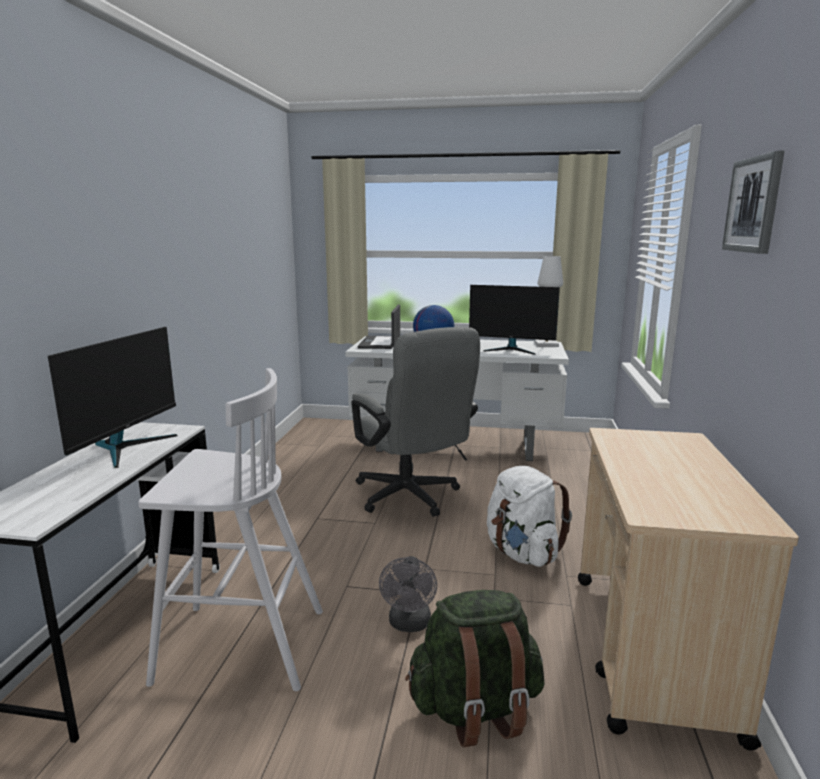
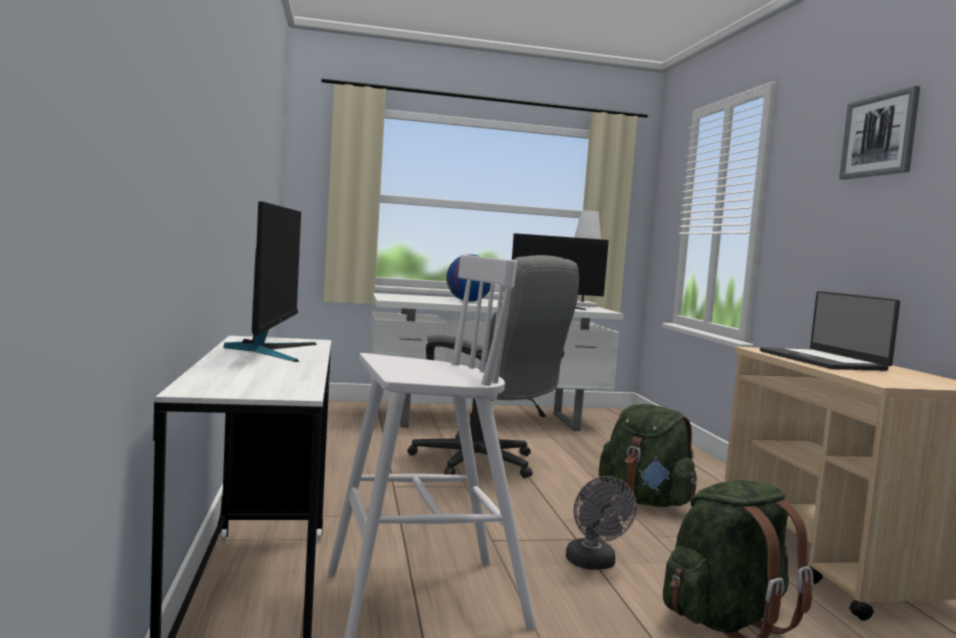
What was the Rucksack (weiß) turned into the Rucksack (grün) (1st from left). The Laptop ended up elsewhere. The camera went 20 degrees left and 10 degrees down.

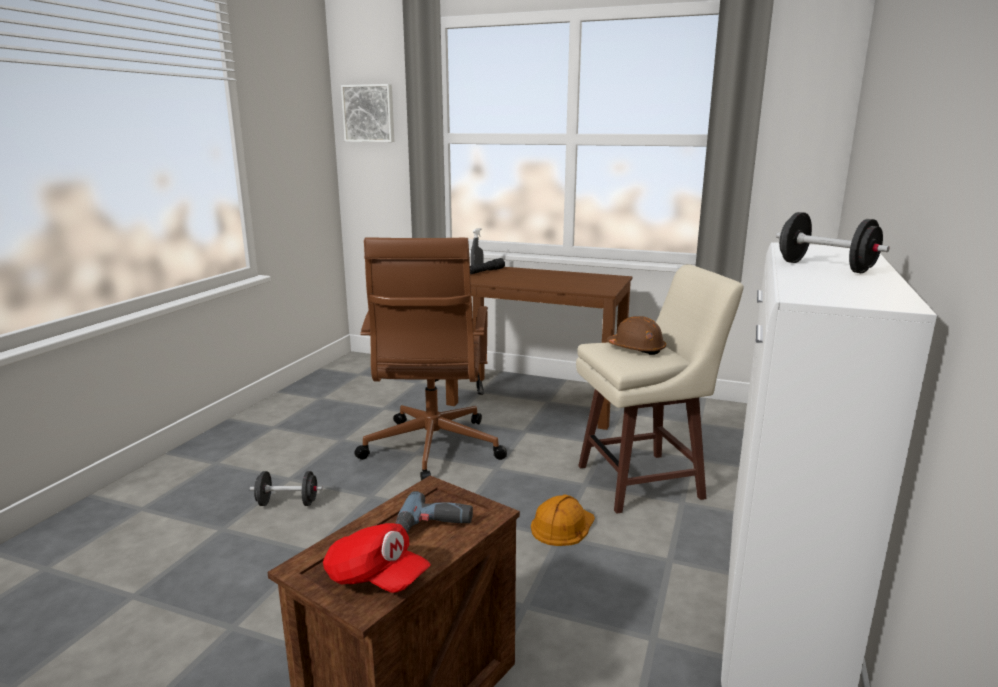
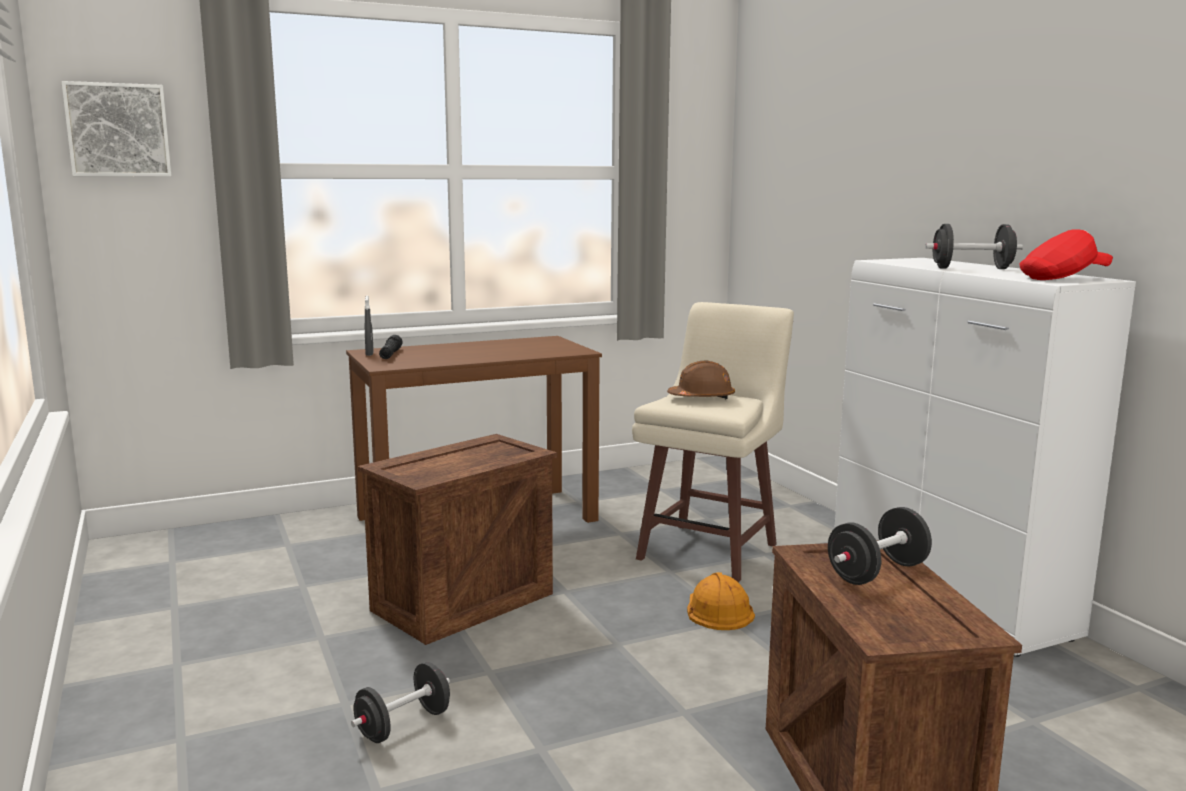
Where the Bürostuhl (braun) stood, the Kiste (1st from left) came to stand. Where the Bohrmaschine stood, the Hantel (schwarz) (2nd from left) came to stand. The Kappe (rot) ended up elsewhere. The camera went 45 degrees left and 5 degrees down.

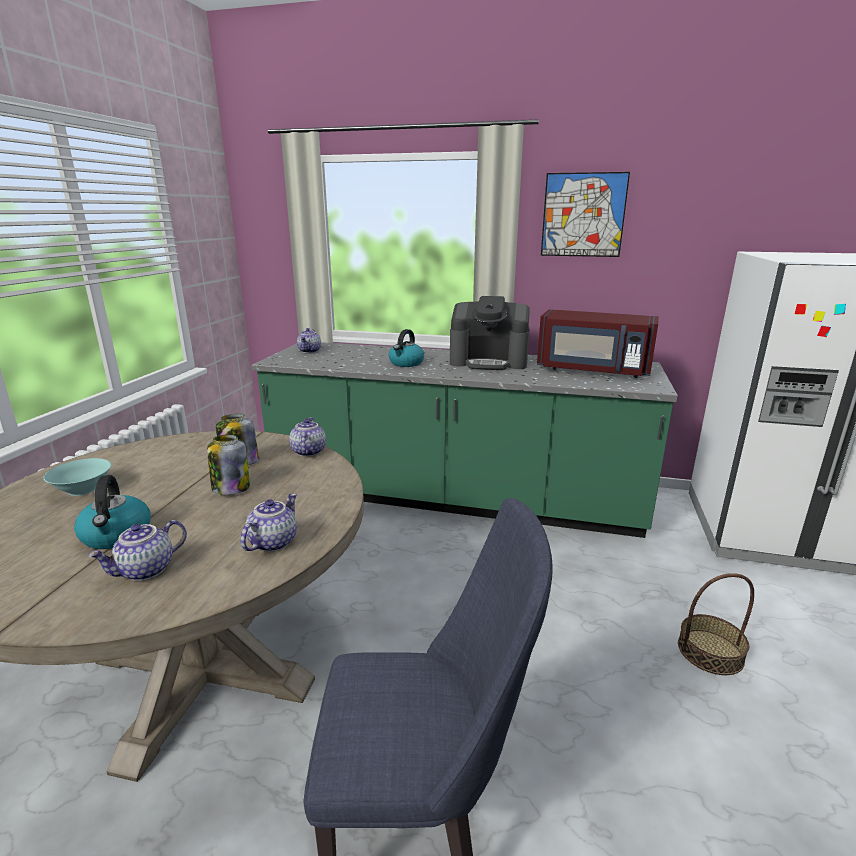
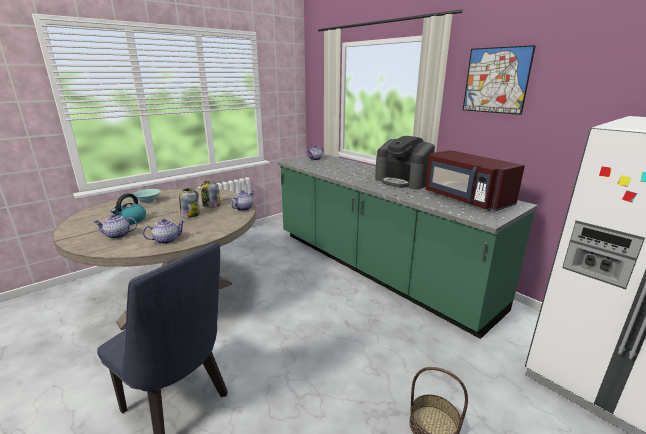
The second view lost the Wasserkessel (2nd from left). The camera went 35 degrees right and 0 degrees up.

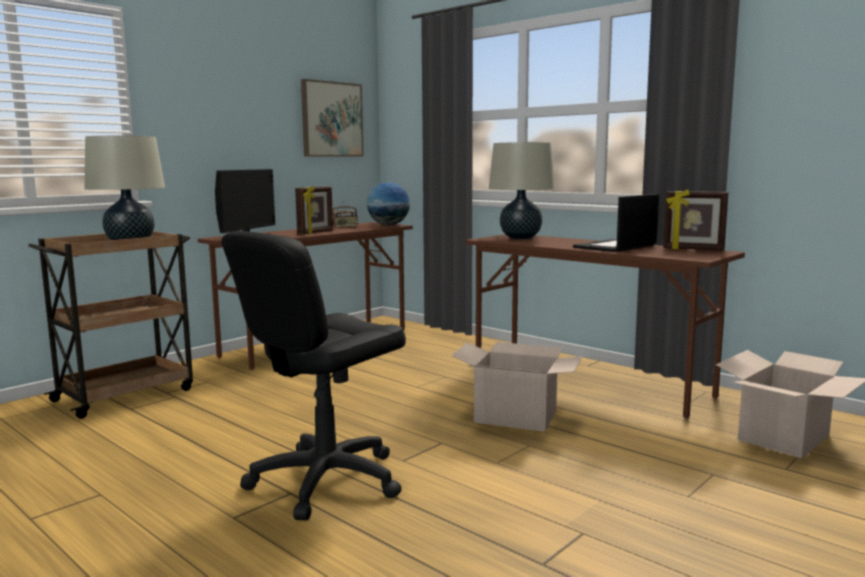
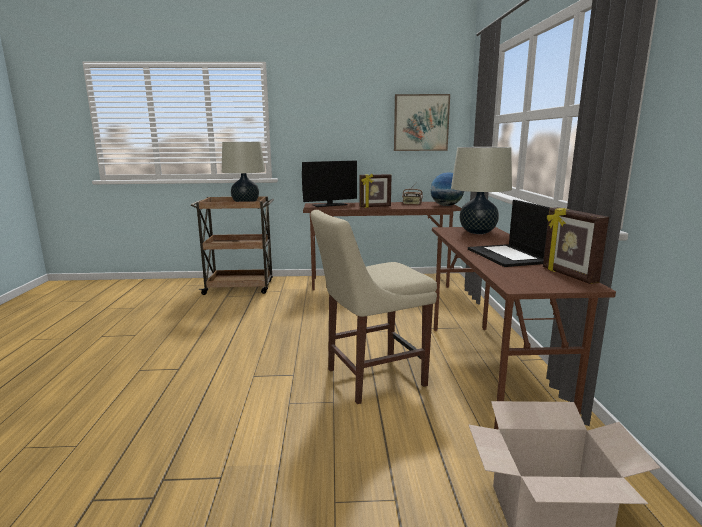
Where the Karton (1st from left) stood, the Stuhl (beige) came to stand. The Laptop ended up facing another way, 105 degrees counterclockwise from before. The second view lost the Bürostuhl (schwarz). The camera went 45 degrees right and 5 degrees up.

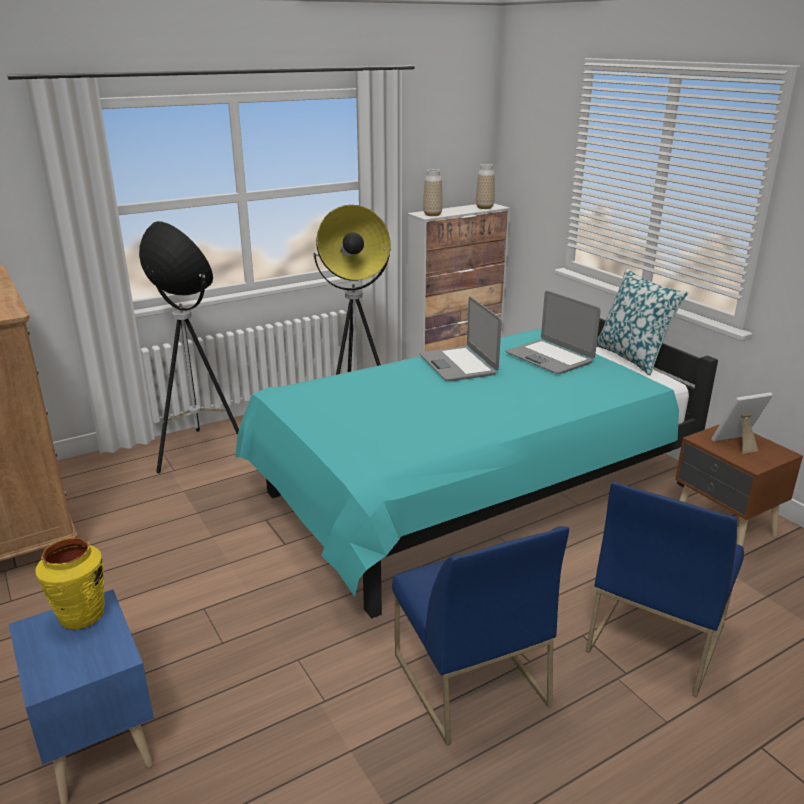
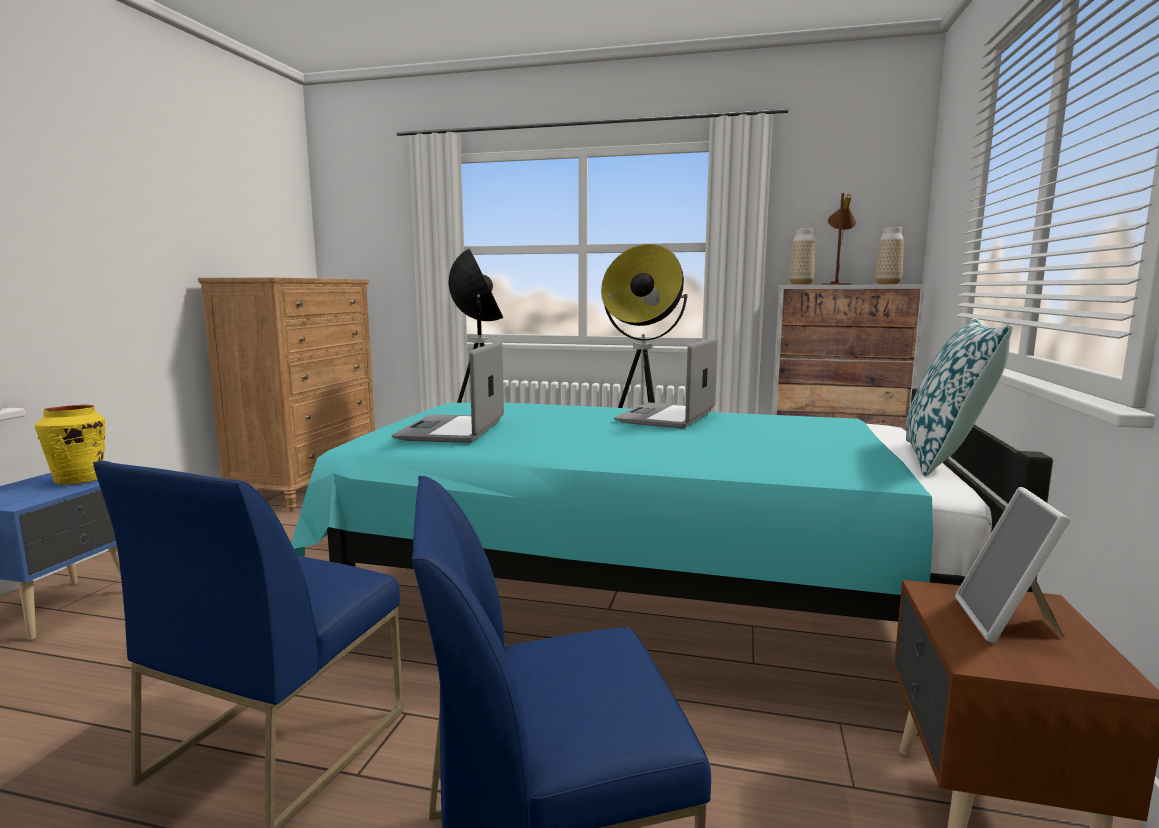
The Laptop (2nd from left in the first image) ended up elsewhere. The second view gained the Tischlampe (braun). The Bilderrahmen ended up facing another way, 105 degrees counterclockwise from before. The camera went 45 degrees right and 15 degrees down.

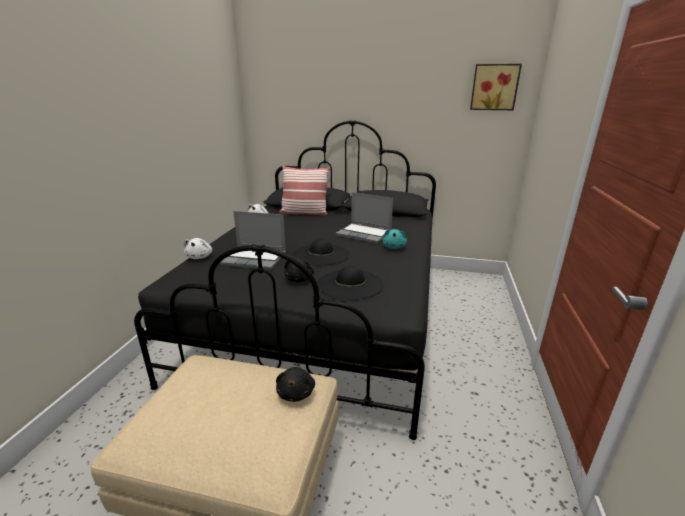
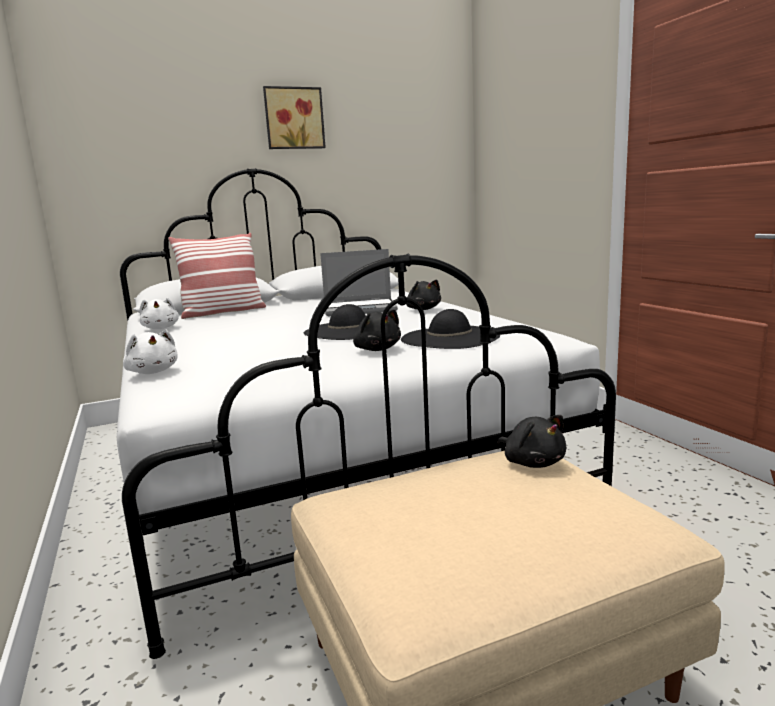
What was the Bett (schwarz) turned into the Bett (weiß). The Bild ended up elsewhere. What was the Plüschtier (türkis) turned into the Plüschtier (schwarz) (2nd from left). The second view lost the Laptop (1st from left). The camera went 35 degrees left and 10 degrees down.

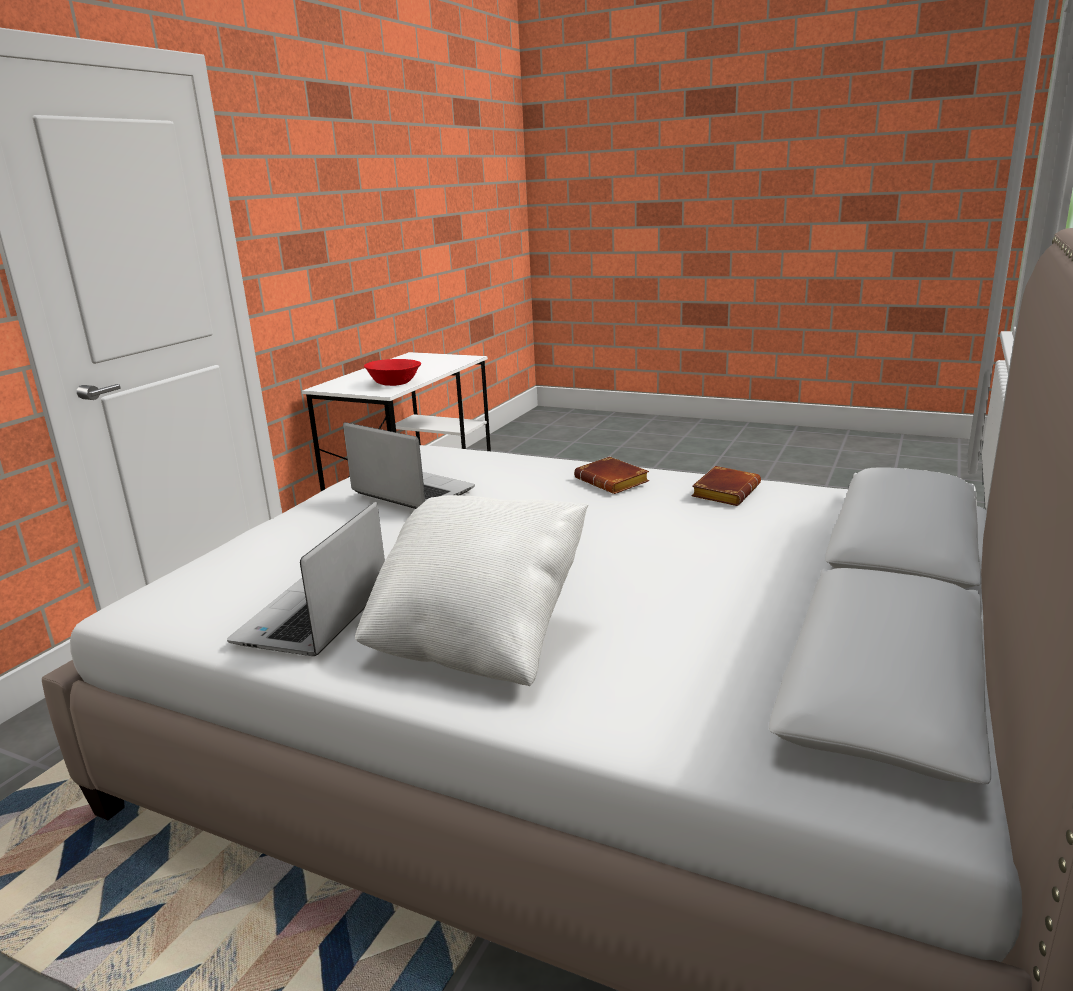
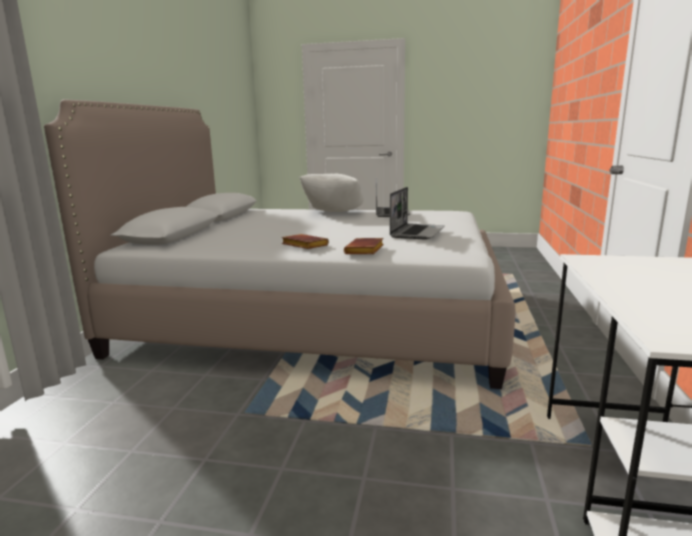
The Buch (braun) (2nd from left) ended up elsewhere. The Laptop (2nd from left) ended up facing another way, 90 degrees counterclockwise from before. The second view lost the Schüssel (rot). The camera went 165 degrees right and 5 degrees down.

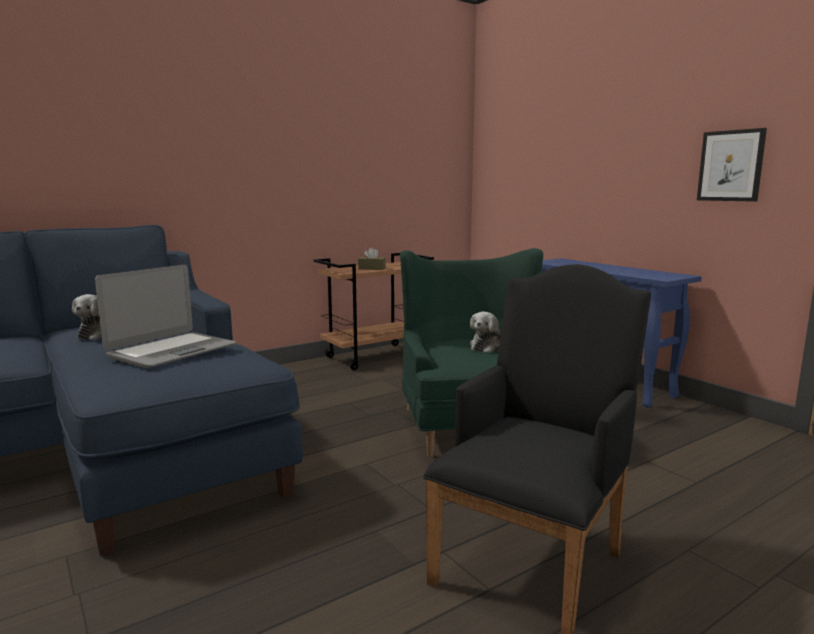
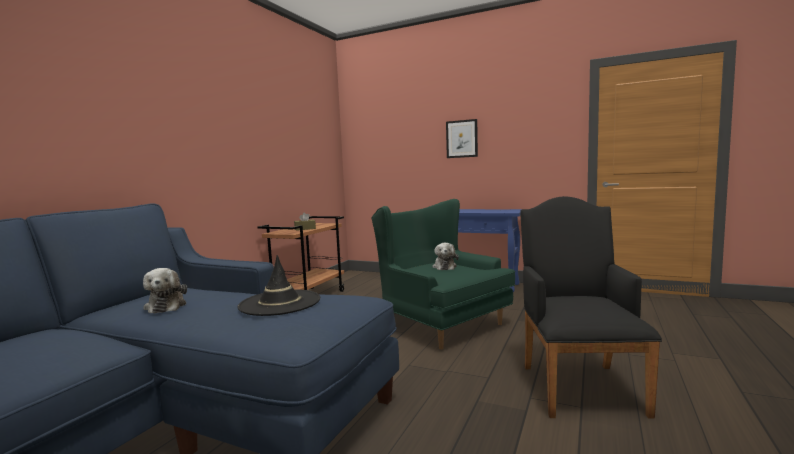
Where the Laptop stood, the Hut (schwarz) came to stand. The Bild ended up elsewhere. The camera went 30 degrees left and 5 degrees down.

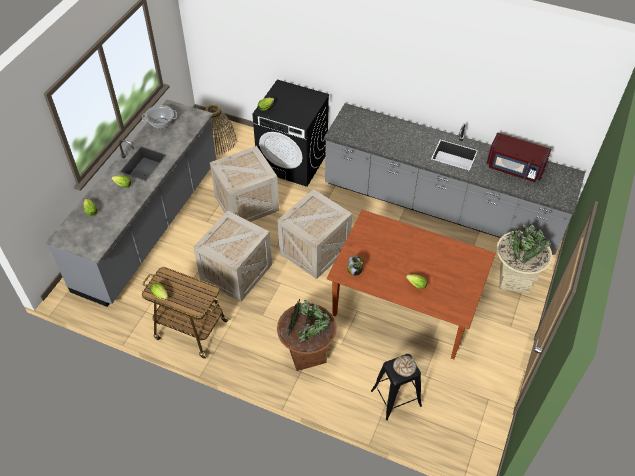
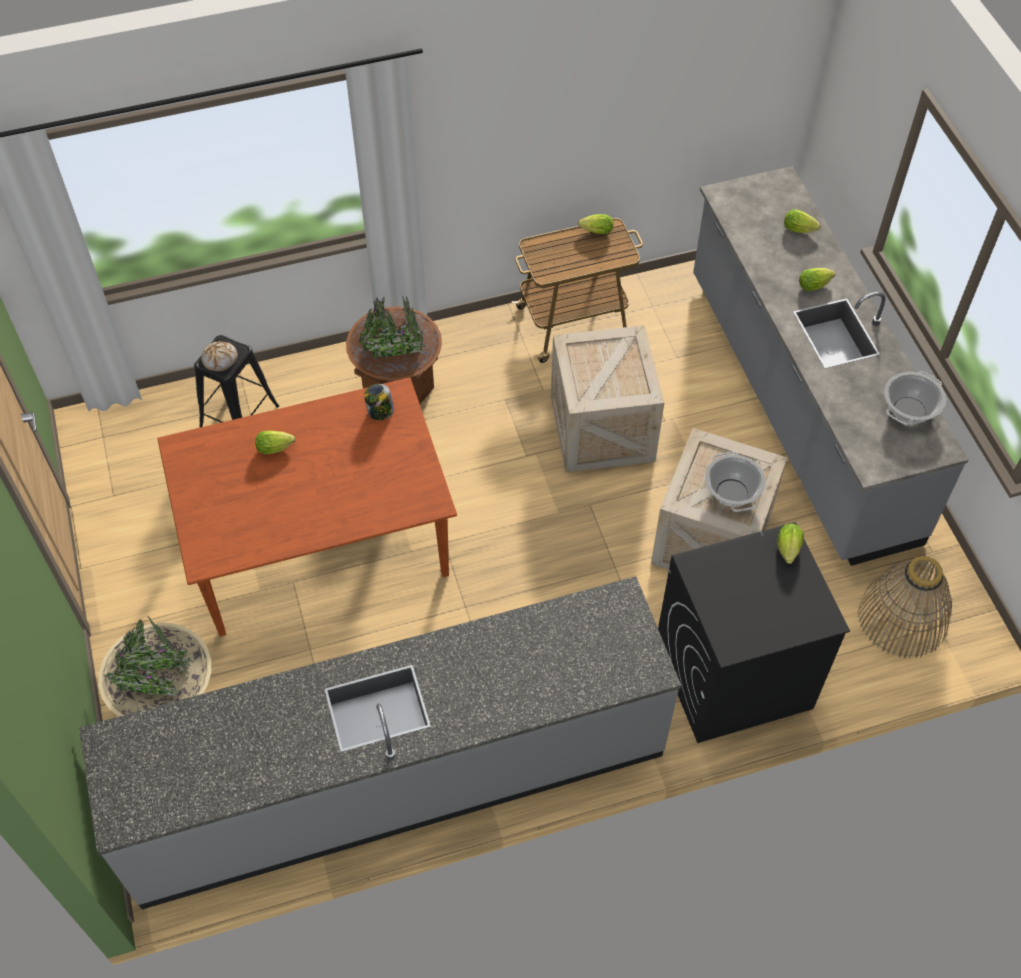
The second view gained the Kochtopf (1st from left). The second view lost the Kiste (3rd from left). The second view lost the Mikrowelle (rot). The camera went 140 degrees right and 5 degrees up.

